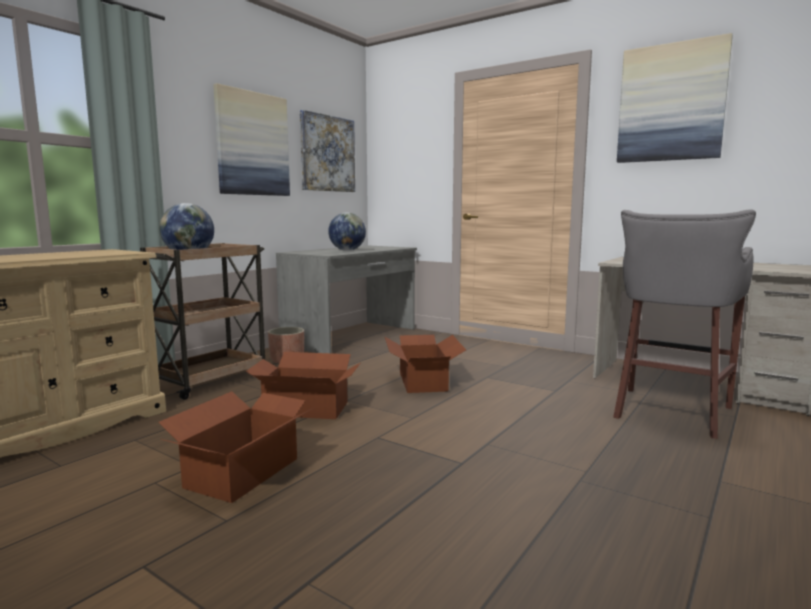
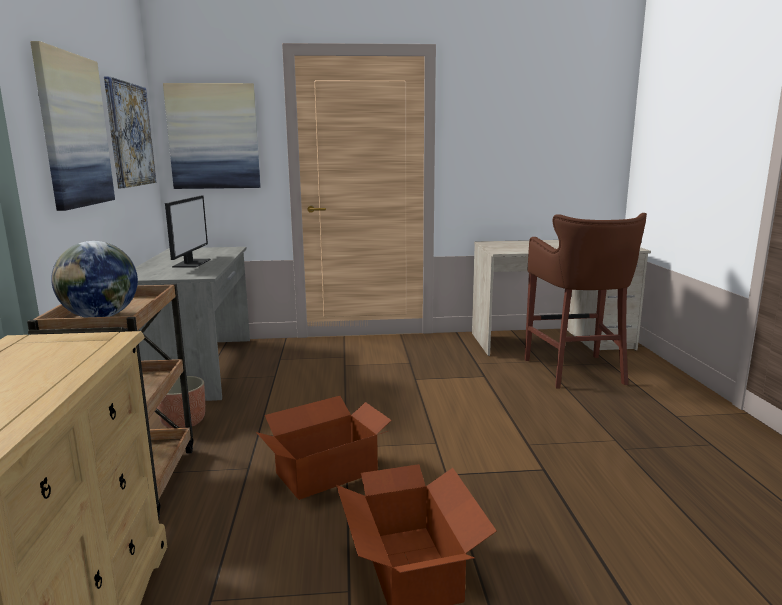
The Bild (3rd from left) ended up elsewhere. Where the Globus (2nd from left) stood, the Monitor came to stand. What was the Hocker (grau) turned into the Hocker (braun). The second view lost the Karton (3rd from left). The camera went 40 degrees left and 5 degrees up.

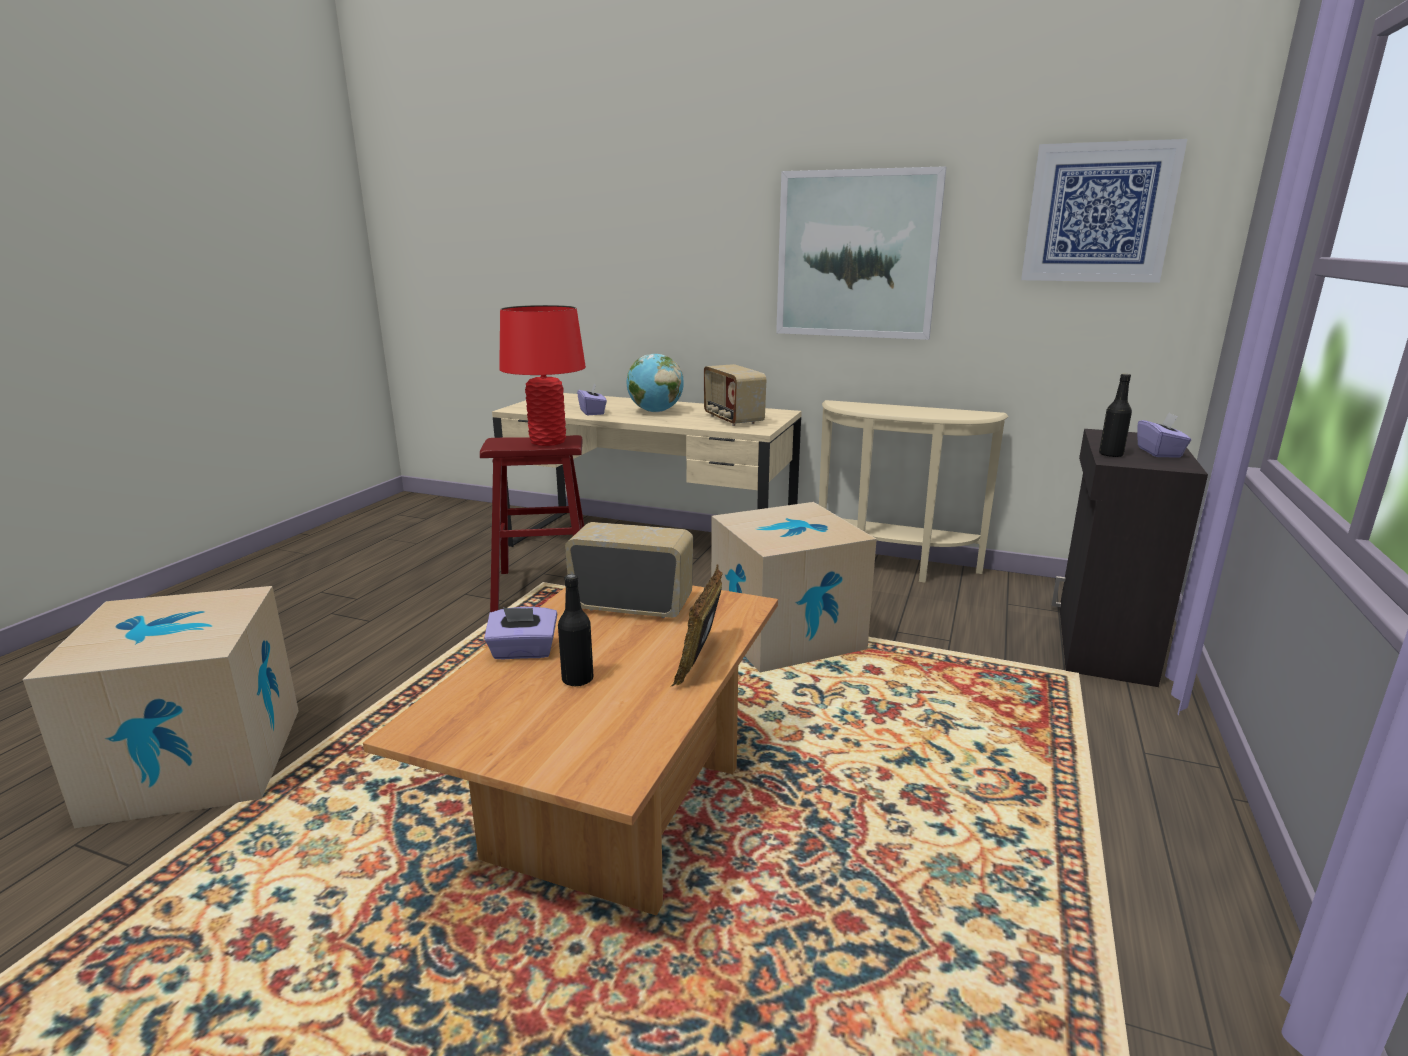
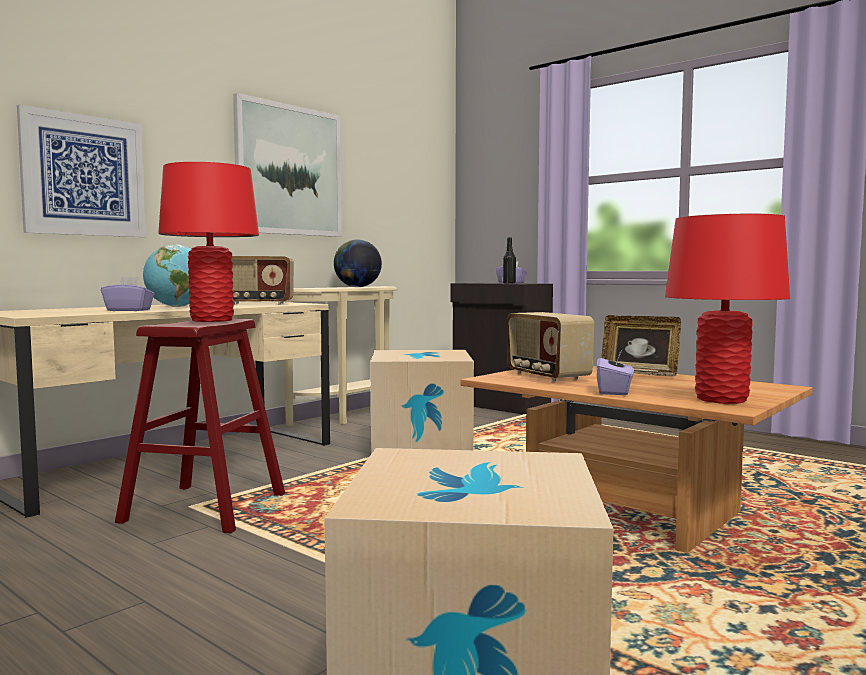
The Bild (2nd from left in the first image) ended up elsewhere. The second view gained the Globus (2nd from left). The Radio (1st from left in the first image) ended up facing another way, 60 degrees counterclockwise from before. The second view gained the Tischlampe (rot) (2nd from left). The second view lost the Flasche (schwarz) (1st from left). The camera went 70 degrees left and 15 degrees down.

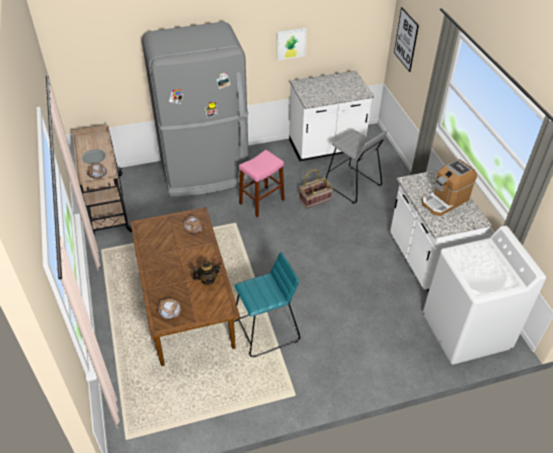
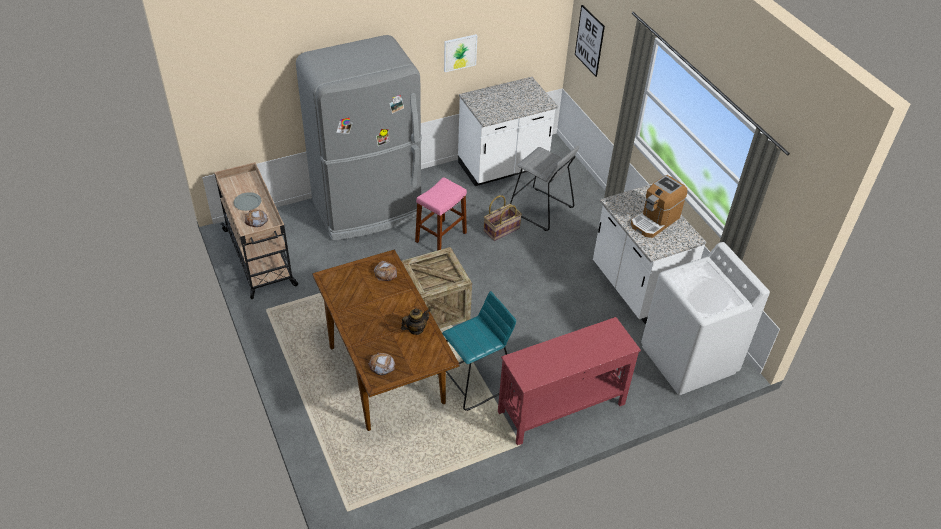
The second view gained the Kiste. The second view gained the Konsolentisch (rot). The camera went 10 degrees left and 0 degrees up.

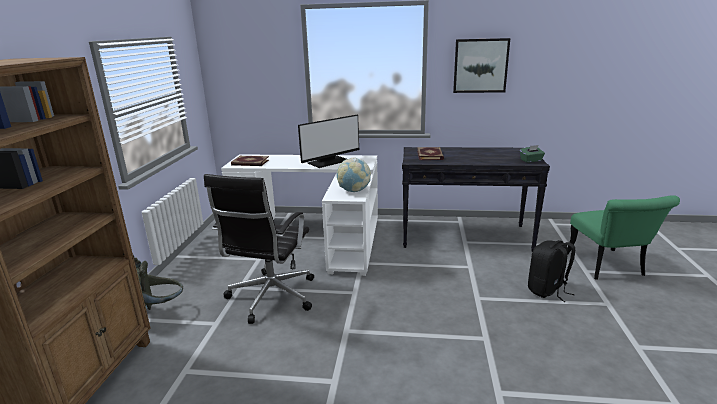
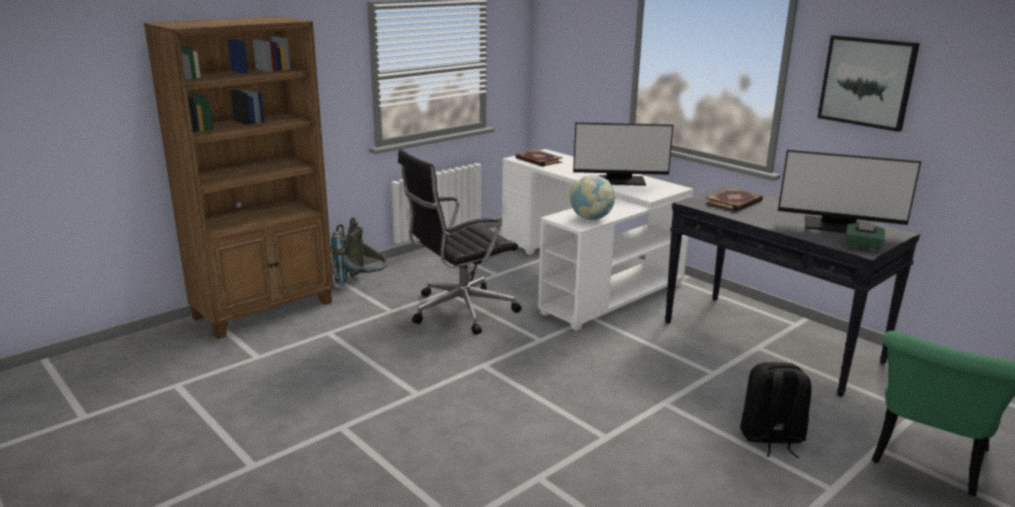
The second view gained the Monitor (2nd from left). The camera went 40 degrees right and 0 degrees up.

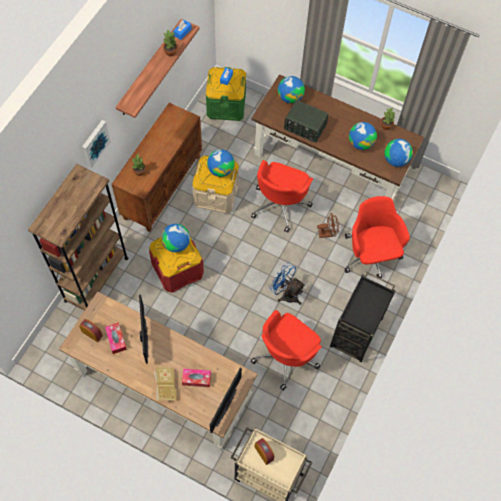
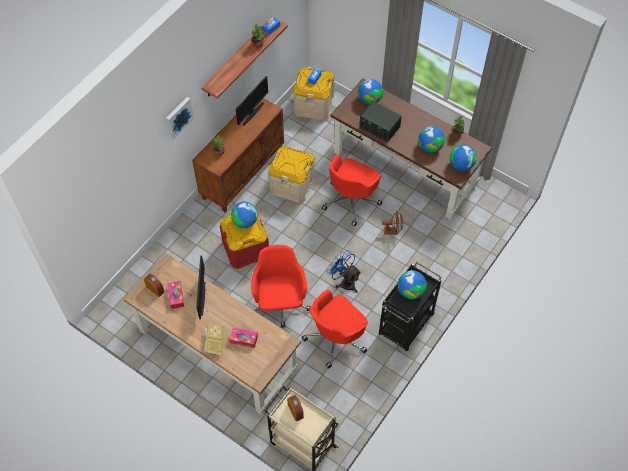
The Monitor (2nd from left) ended up elsewhere. The Bürostuhl (rot) (3rd from left in the first image) ended up elsewhere. What was the Aufbewahrungsbox (grün) turned into the Aufbewahrungsbox (beige) (2nd from left). The Globus (2nd from left in the first image) ended up elsewhere. The second view lost the Bücherregal (braun). The camera went 10 degrees right and 5 degrees down.

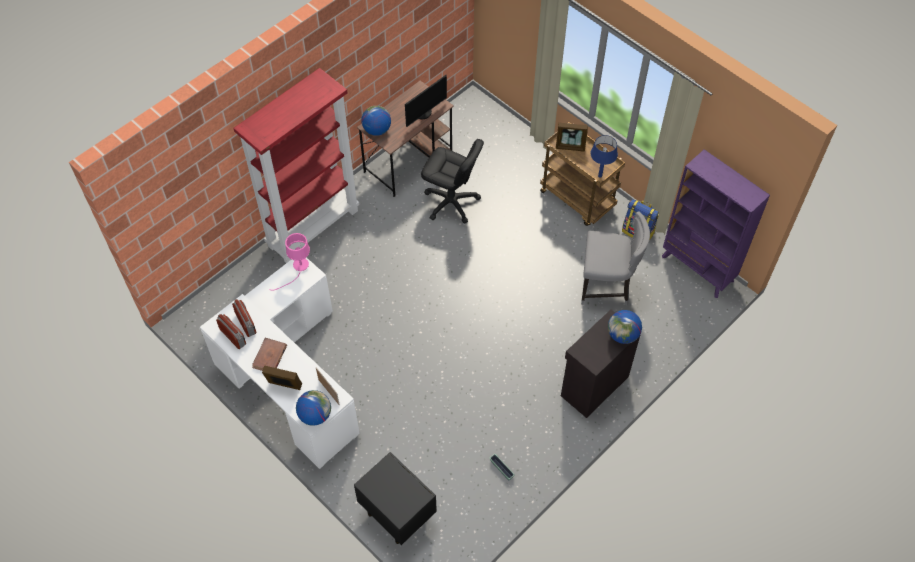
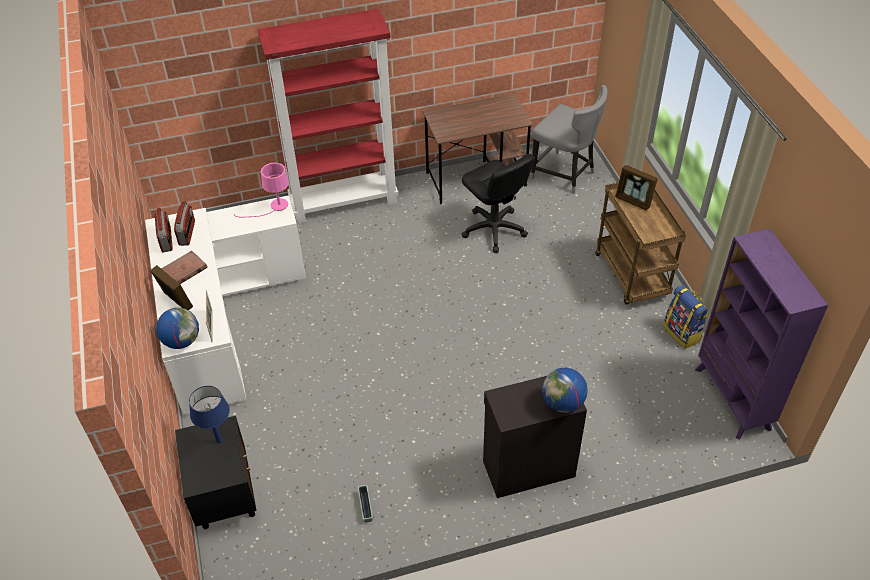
The Tischlampe (blau) ended up elsewhere. The Stuhl (grau) ended up elsewhere. The second view lost the Globus (2nd from left). The second view lost the Monitor. The camera went 30 degrees right and 10 degrees down.

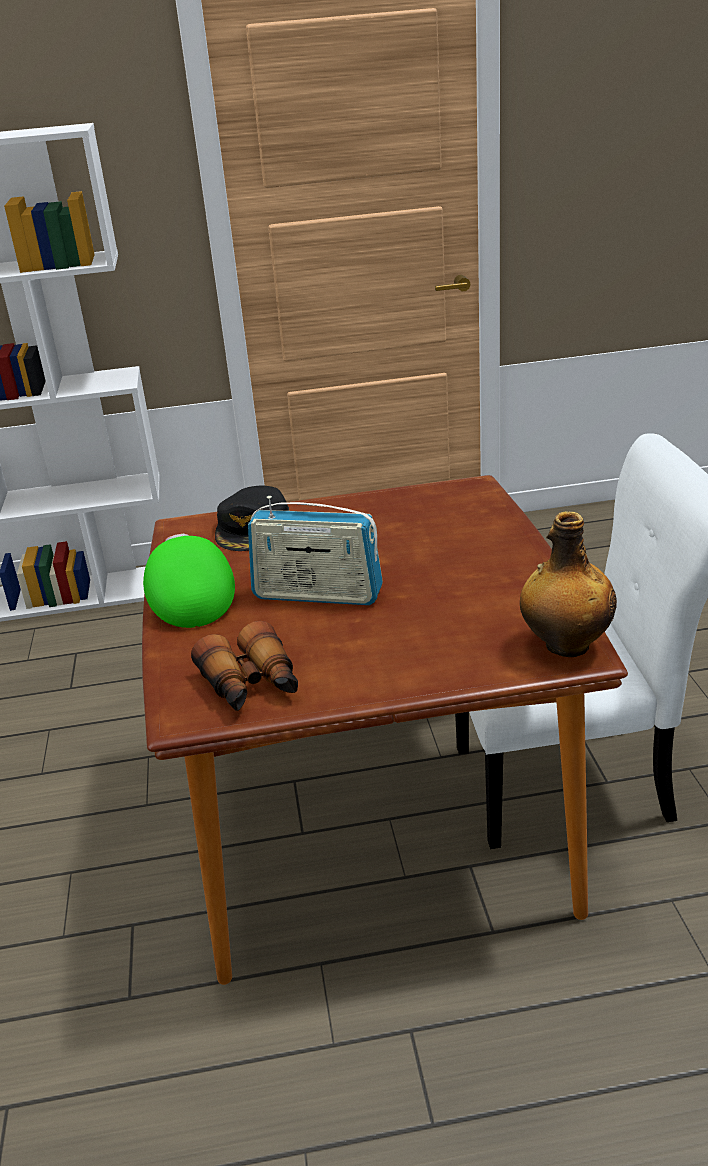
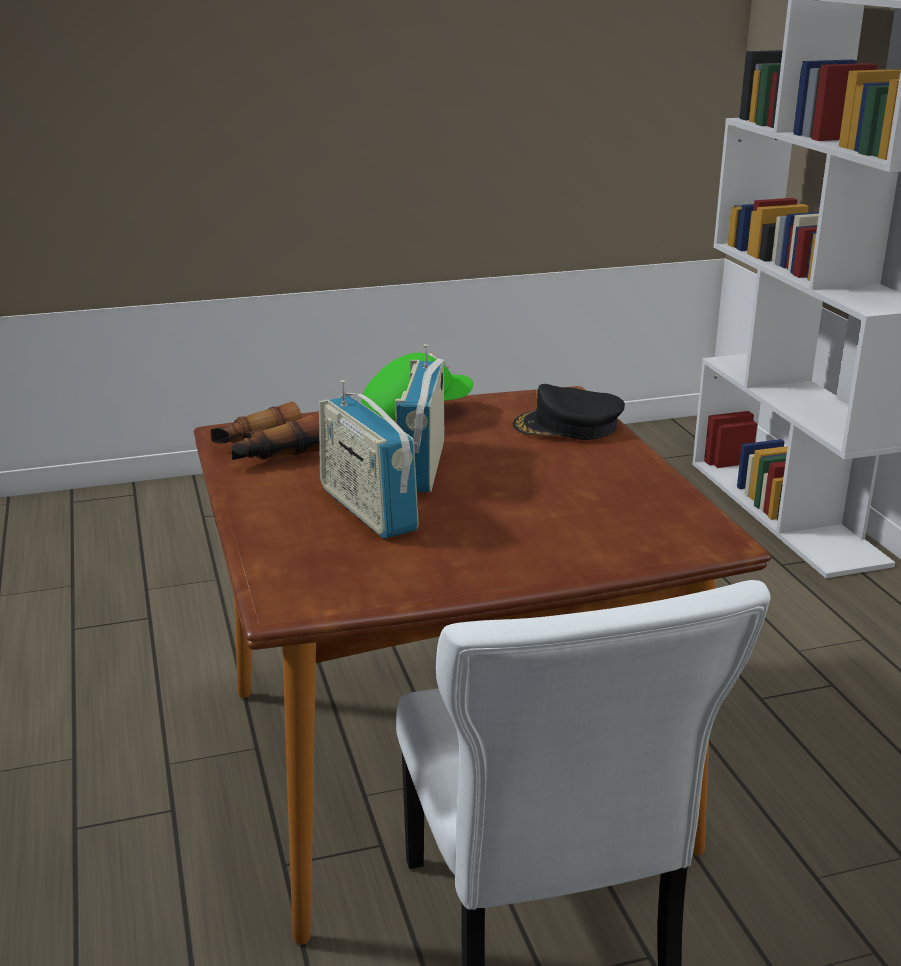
The second view gained the Radio (1st from left). The second view lost the Flasche. The camera went 80 degrees right and 5 degrees down.

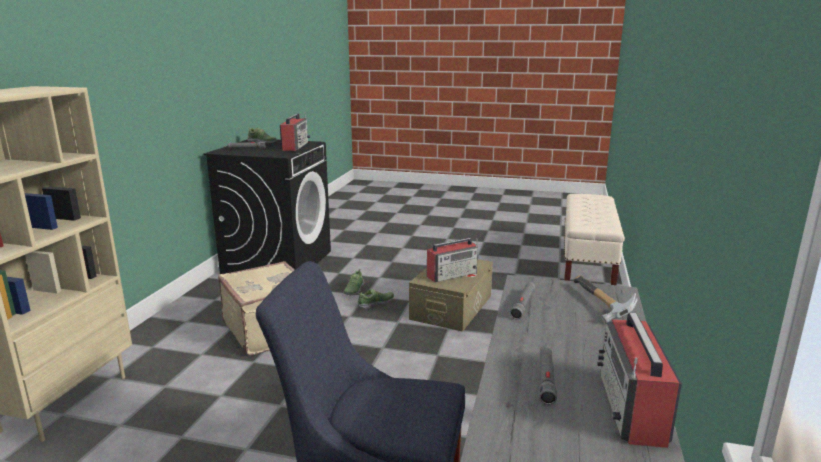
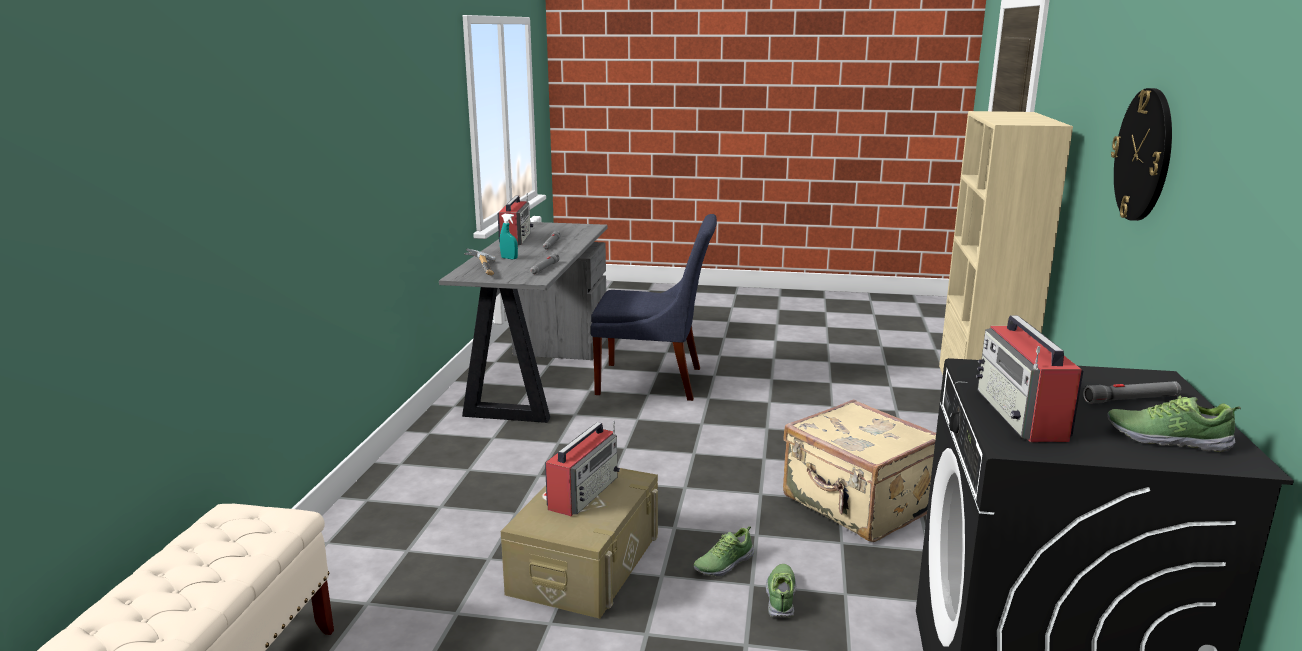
The second view gained the Sprühflasche (türkis). The Radio (2nd from left) ended up facing another way, 150 degrees clockwise from before. The second view gained the Wanduhr. The camera went 175 degrees right and 0 degrees up.

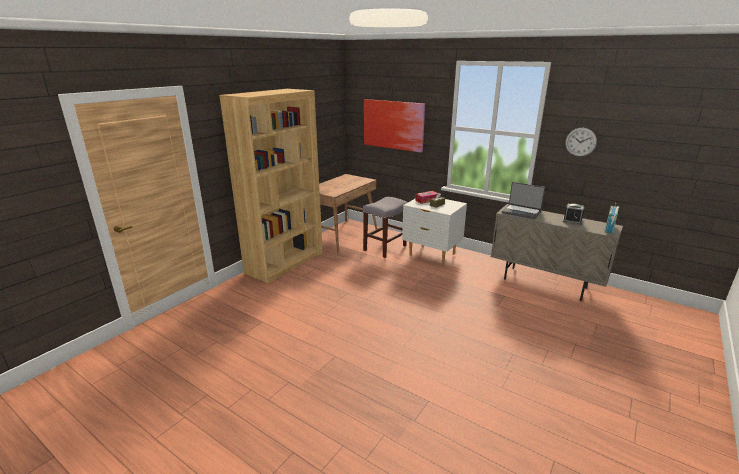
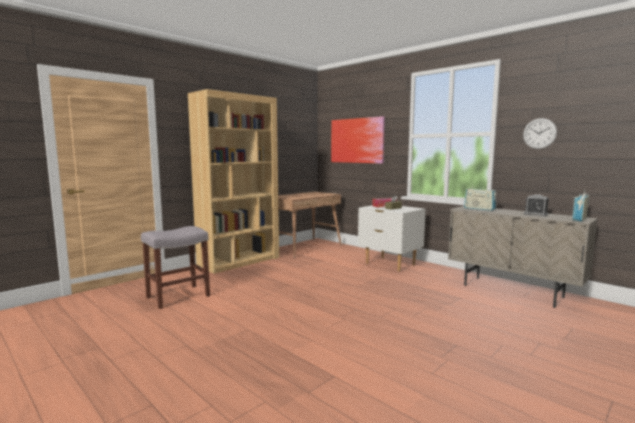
The Hocker (grau) ended up elsewhere. Where the Laptop stood, the Radio (1st from left) came to stand. The camera went 10 degrees right and 15 degrees down.

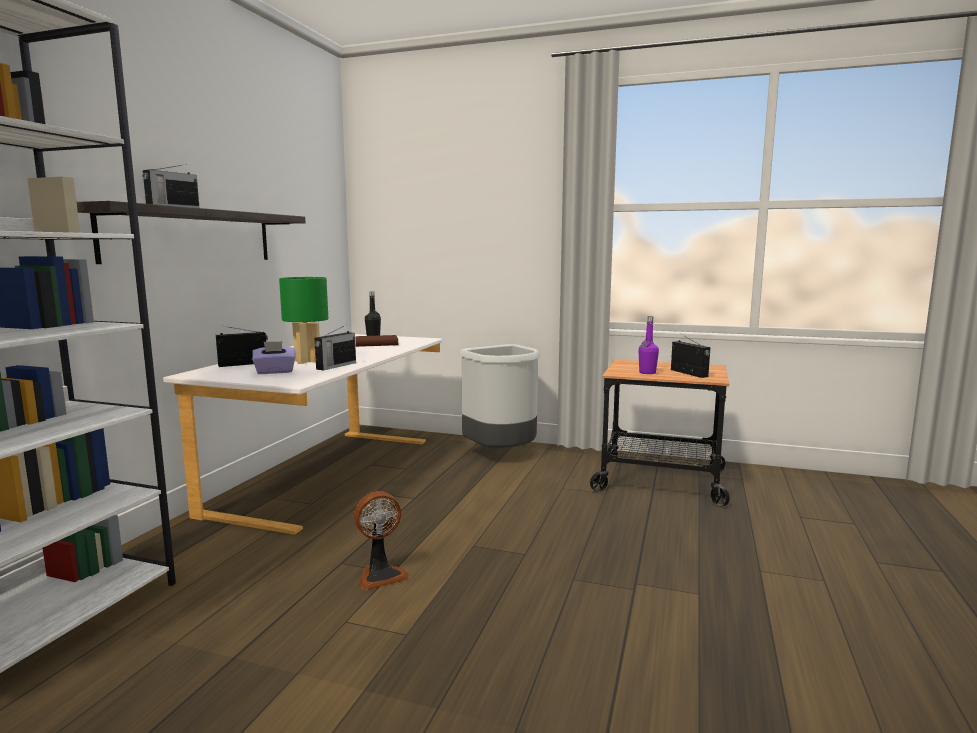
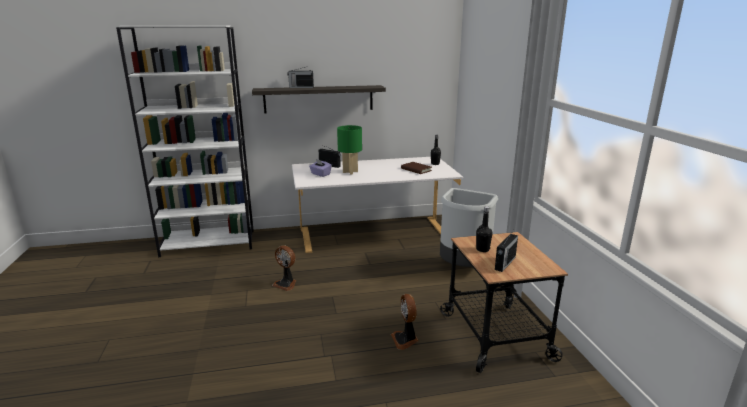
The second view gained the Ventilator (2nd from left). What was the Flasche (lila) turned into the Flasche (schwarz) (2nd from left). The second view lost the Radio (3rd from left). The camera went 60 degrees right and 10 degrees up.

